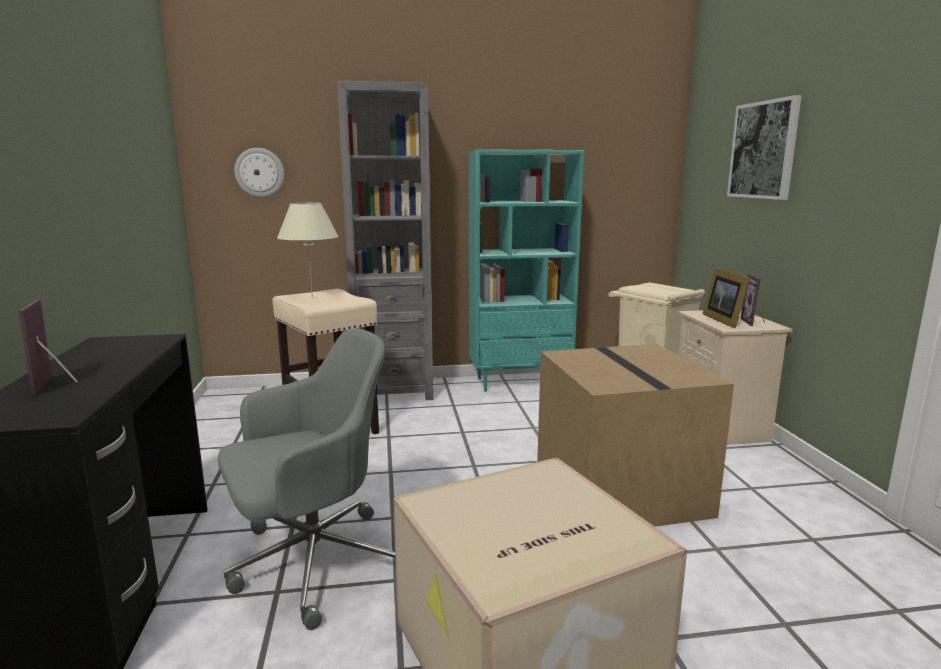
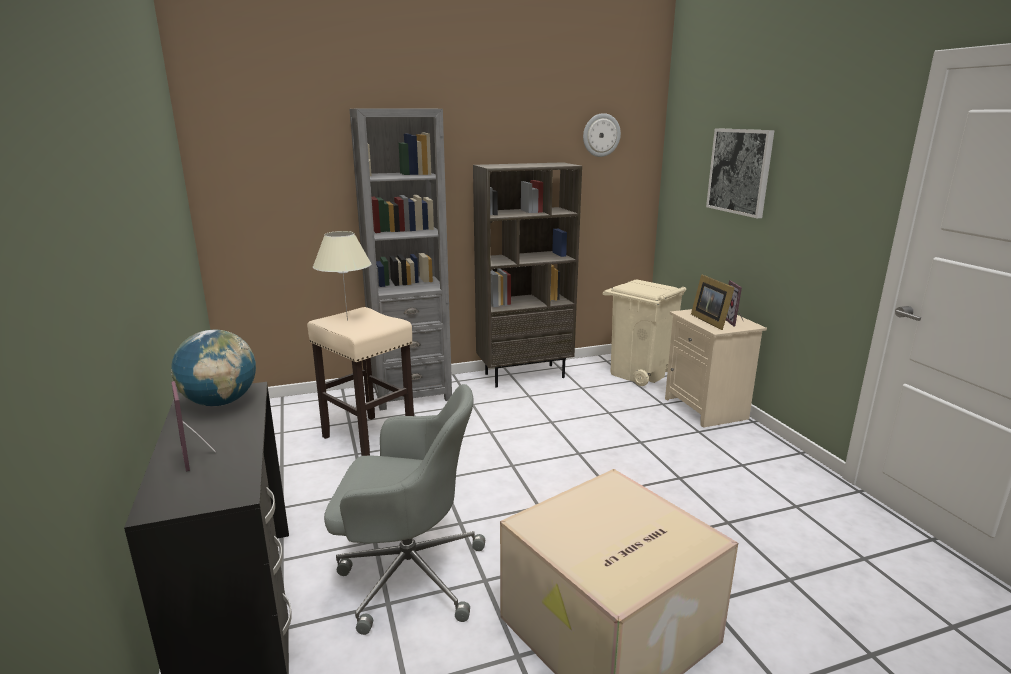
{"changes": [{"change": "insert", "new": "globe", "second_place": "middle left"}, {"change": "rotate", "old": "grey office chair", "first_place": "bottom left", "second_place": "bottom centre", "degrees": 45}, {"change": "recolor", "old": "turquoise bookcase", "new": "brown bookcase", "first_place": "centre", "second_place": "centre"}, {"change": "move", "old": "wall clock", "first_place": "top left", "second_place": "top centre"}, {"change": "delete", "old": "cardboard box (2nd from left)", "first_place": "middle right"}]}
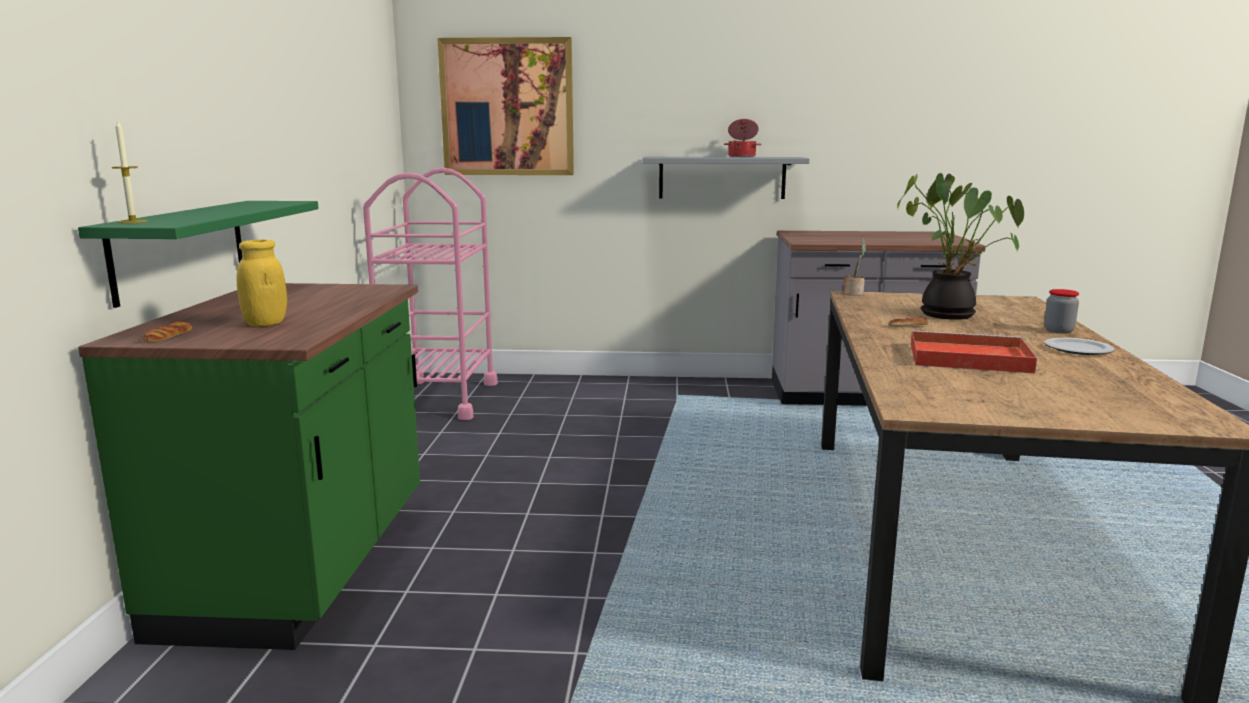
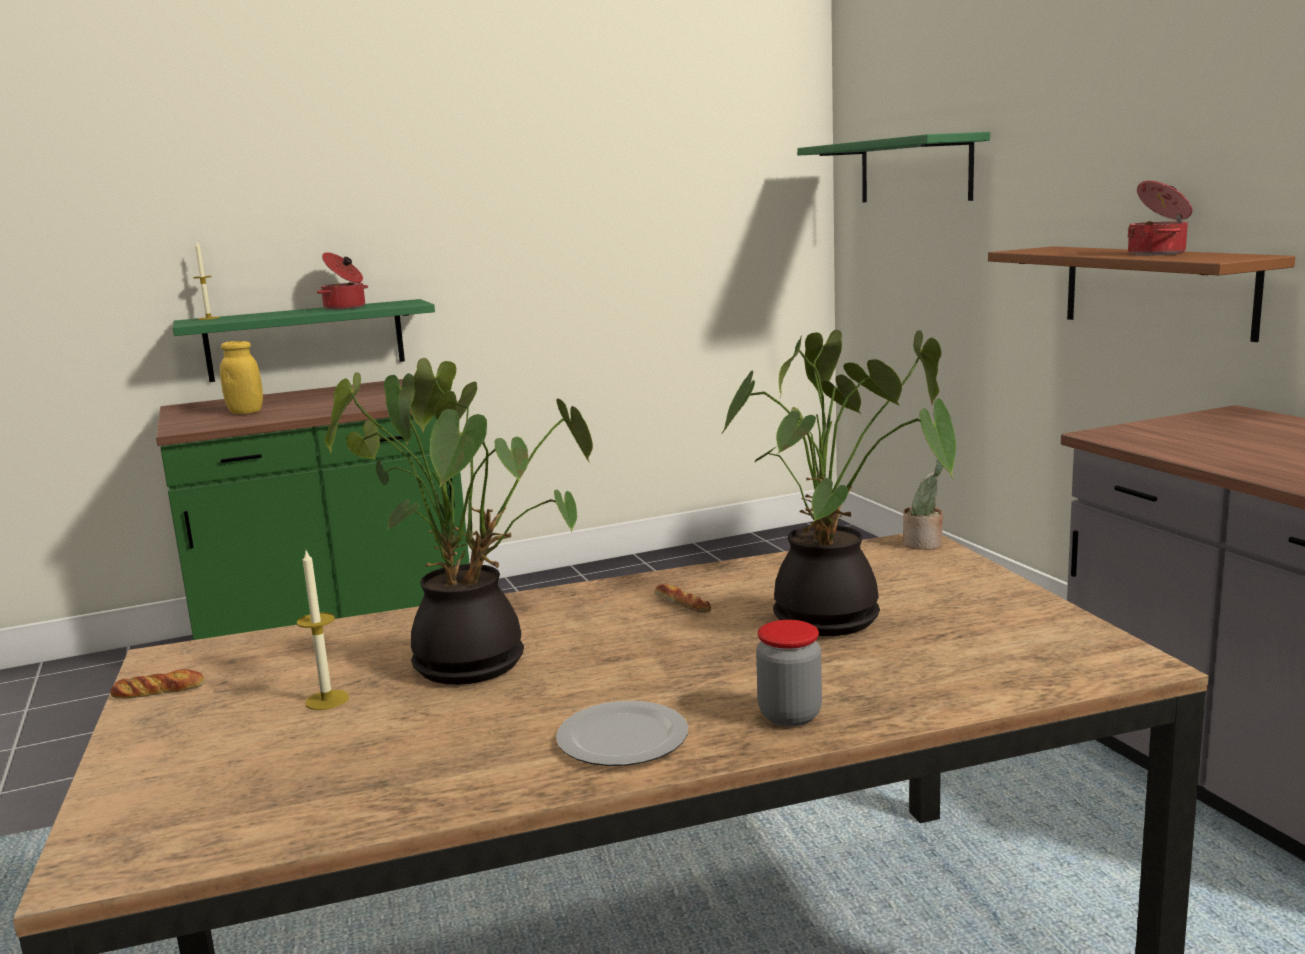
{"changes": [{"change": "move", "old": "bread (1st from left)", "first_place": "middle left", "second_place": "bottom left"}, {"change": "insert", "new": "candle (2nd from left)", "second_place": "middle left"}, {"change": "insert", "new": "cooking pot (1st from left)", "second_place": "top left"}, {"change": "replace", "old": "red tray", "new": "potted plant (1st from left)", "first_place": "middle right", "second_place": "centre"}, {"change": "replace", "old": "picture", "new": "green shelf (2nd from left)", "first_place": "top centre", "second_place": "top right"}, {"change": "recolor", "old": "grey shelf", "new": "brown shelf", "first_place": "top centre", "second_place": "top right"}, {"change": "delete", "old": "pink cart", "first_place": "centre"}]}
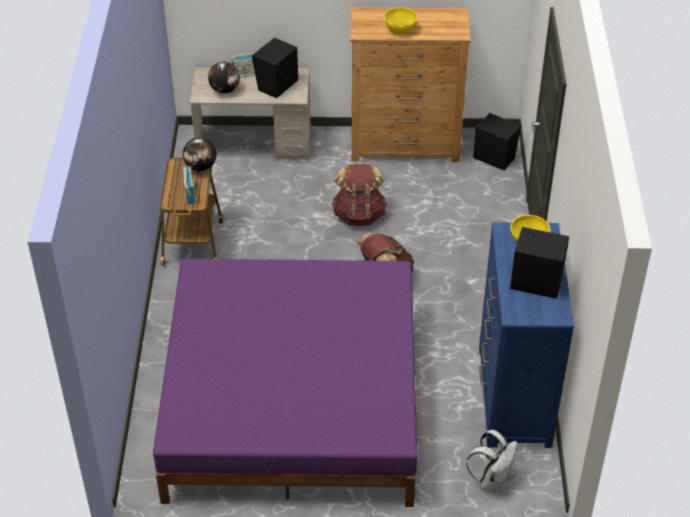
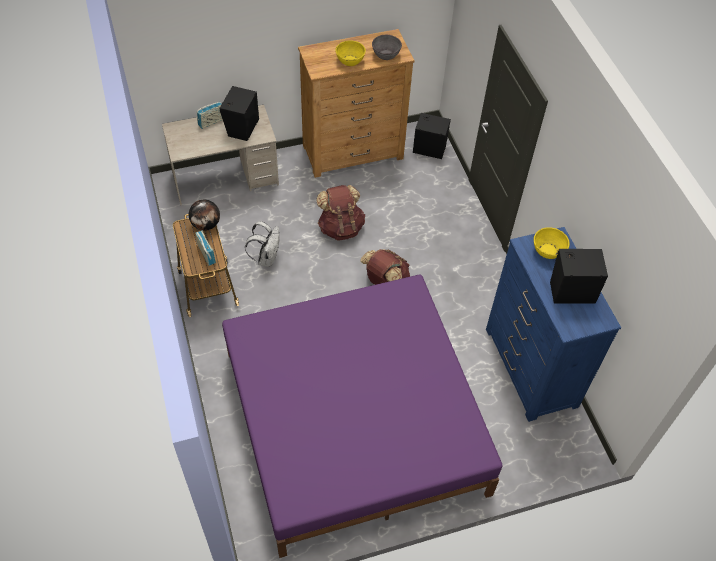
{"changes": [{"change": "move", "old": "white backpack", "first_place": "bottom right", "second_place": "centre"}, {"change": "insert", "new": "grey bowl", "second_place": "top centre"}, {"change": "delete", "old": "globe (2nd from left)", "first_place": "top left"}]}
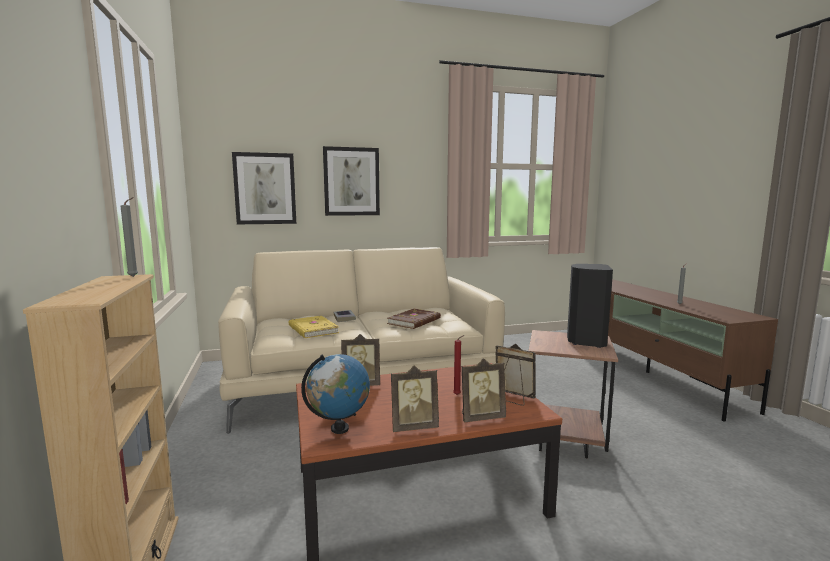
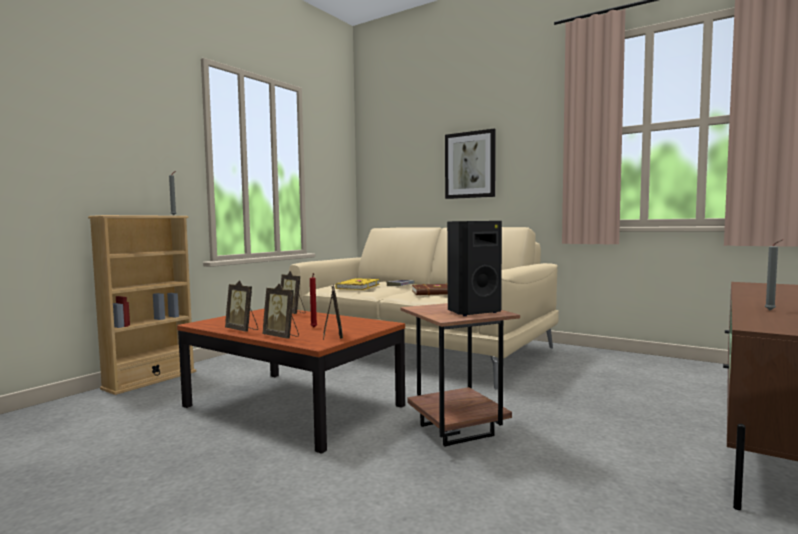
{"changes": [{"change": "delete", "old": "picture (1st from left)", "first_place": "middle left"}, {"change": "delete", "old": "globe", "first_place": "bottom centre"}]}
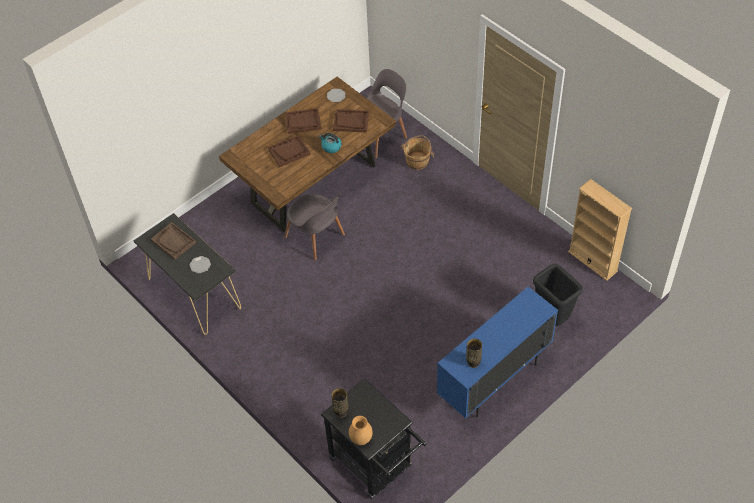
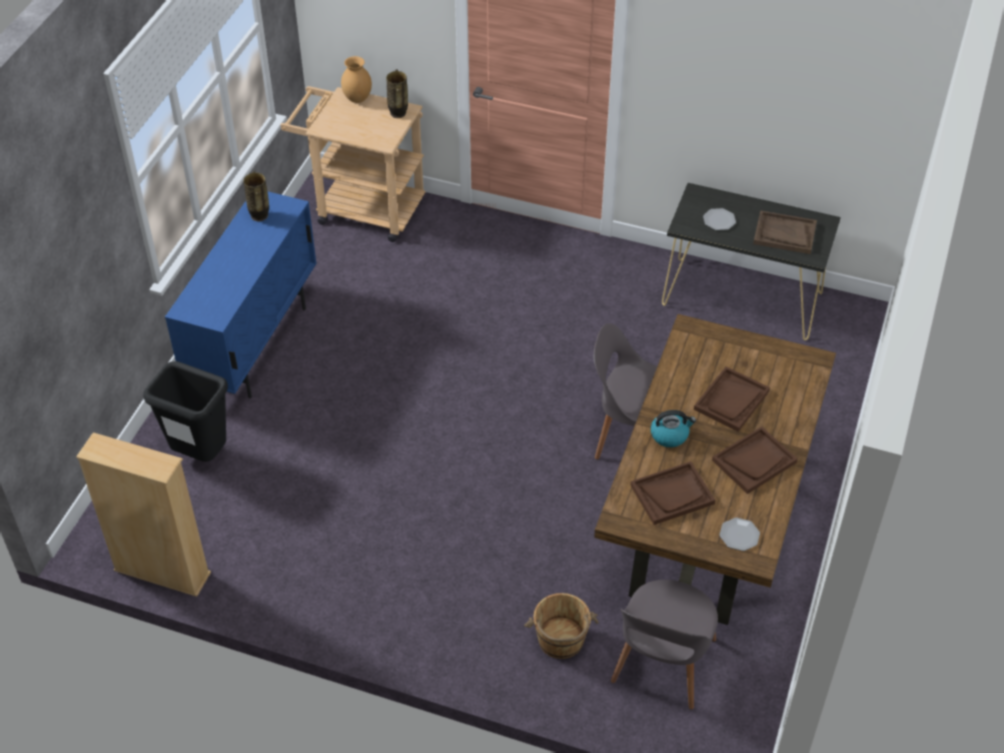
{"changes": [{"change": "recolor", "old": "black cart", "new": "beige cart", "first_place": "bottom centre", "second_place": "top centre"}]}
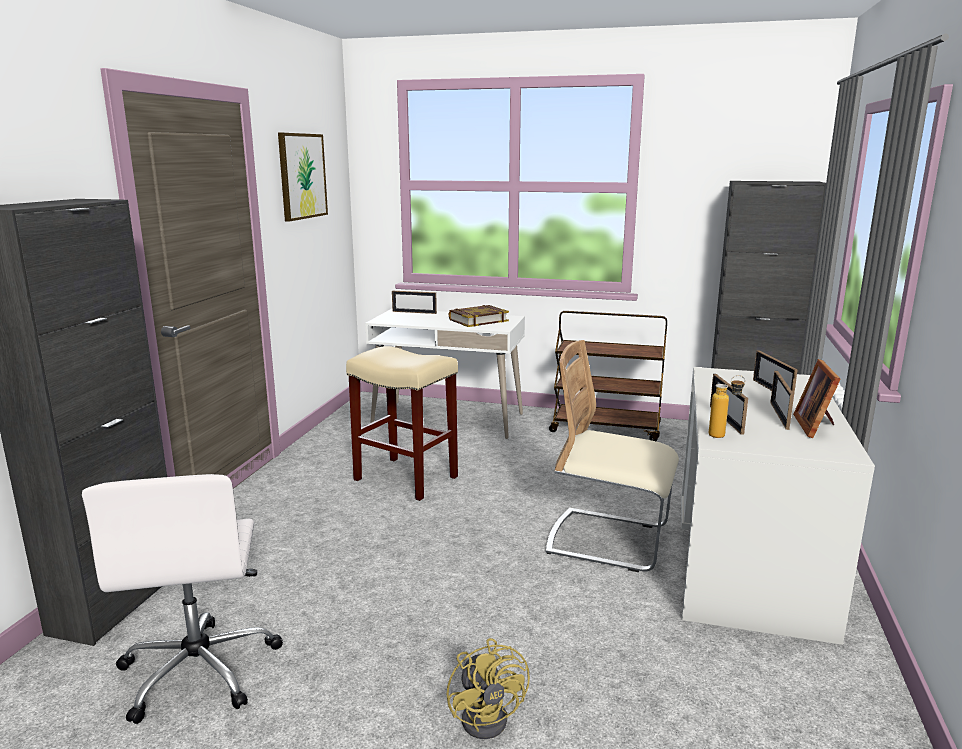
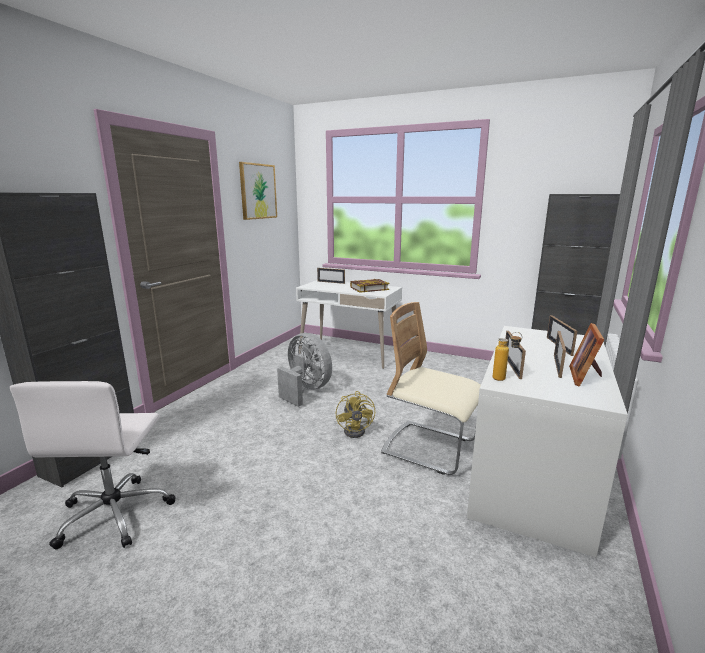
{"changes": [{"change": "replace", "old": "beige stool", "new": "grey fan", "first_place": "centre", "second_place": "centre"}, {"change": "move", "old": "yellow fan", "first_place": "bottom centre", "second_place": "centre"}, {"change": "delete", "old": "brown cart", "first_place": "centre"}]}
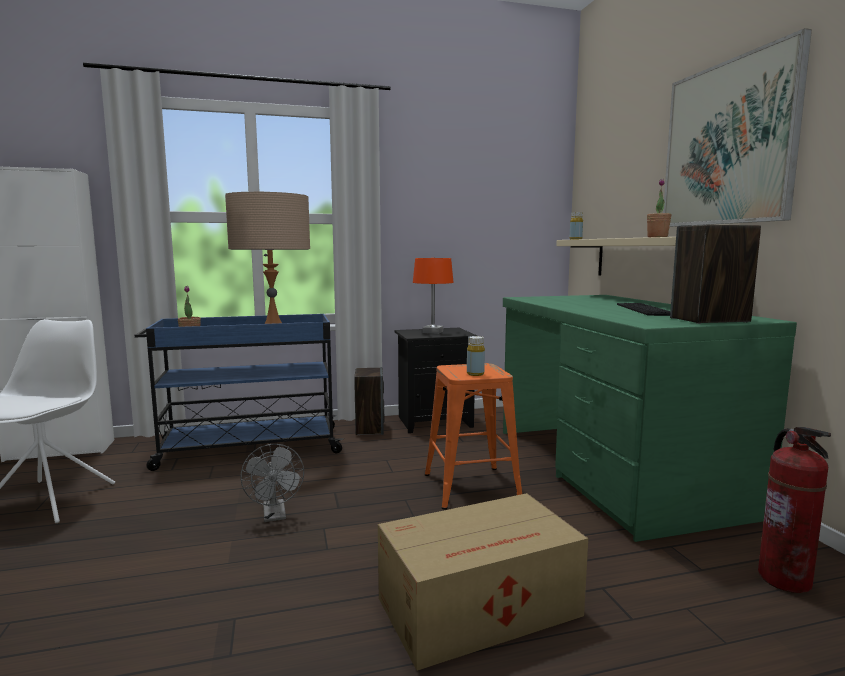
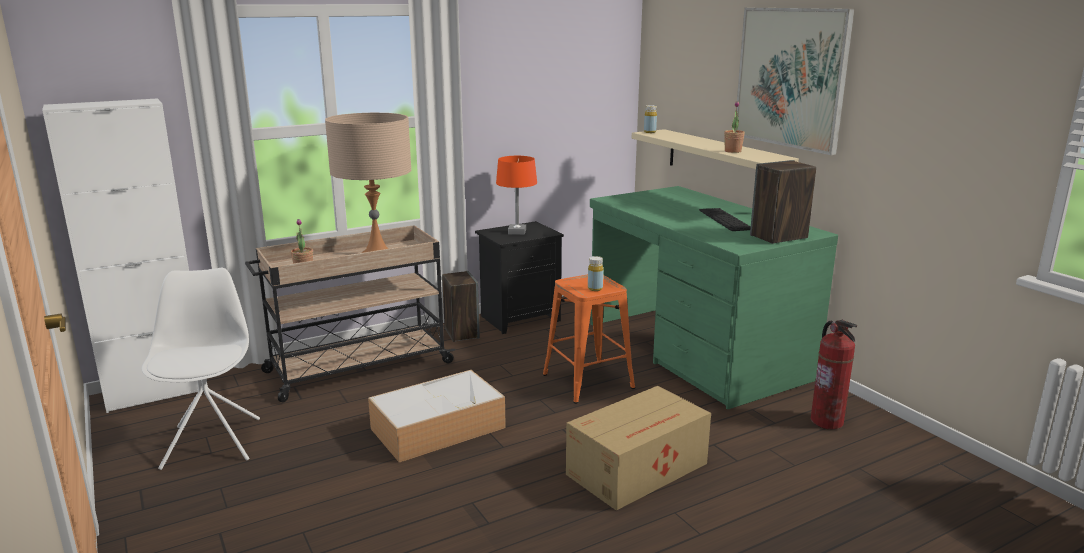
{"changes": [{"change": "recolor", "old": "blue cart", "new": "beige cart", "first_place": "middle left", "second_place": "middle left"}, {"change": "replace", "old": "grey fan", "new": "storage box", "first_place": "bottom left", "second_place": "bottom centre"}]}
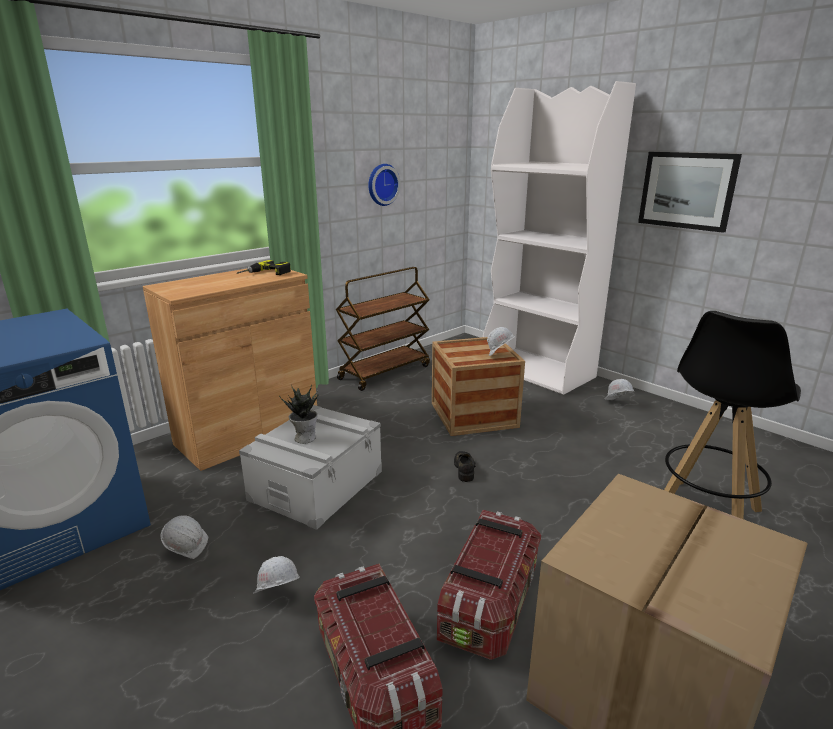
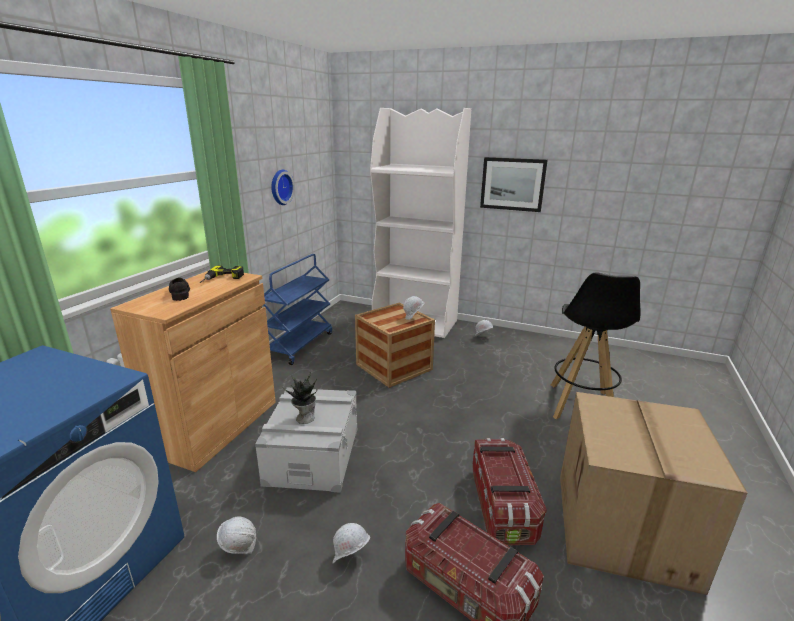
{"changes": [{"change": "move", "old": "black shoe", "first_place": "centre", "second_place": "middle left"}, {"change": "recolor", "old": "brown cart", "new": "blue cart", "first_place": "centre", "second_place": "centre"}]}
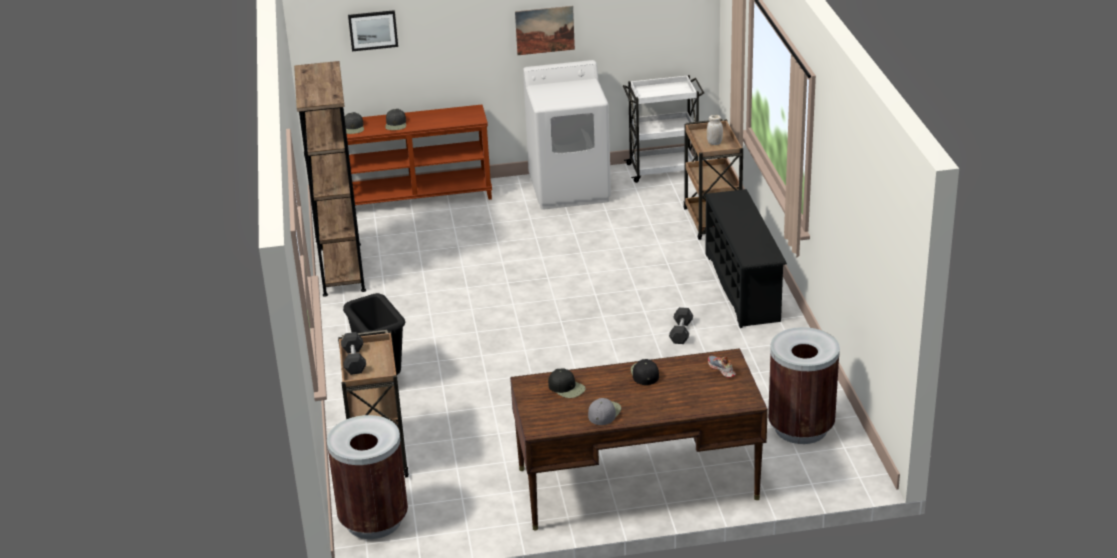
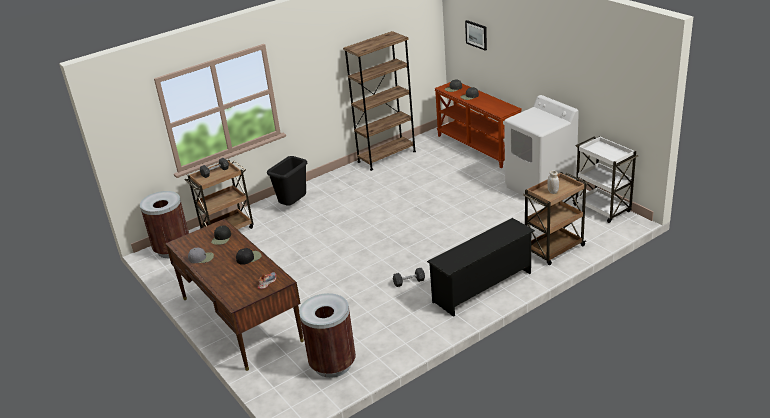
{"changes": [{"change": "delete", "old": "picture (2nd from left)", "first_place": "top centre"}]}
